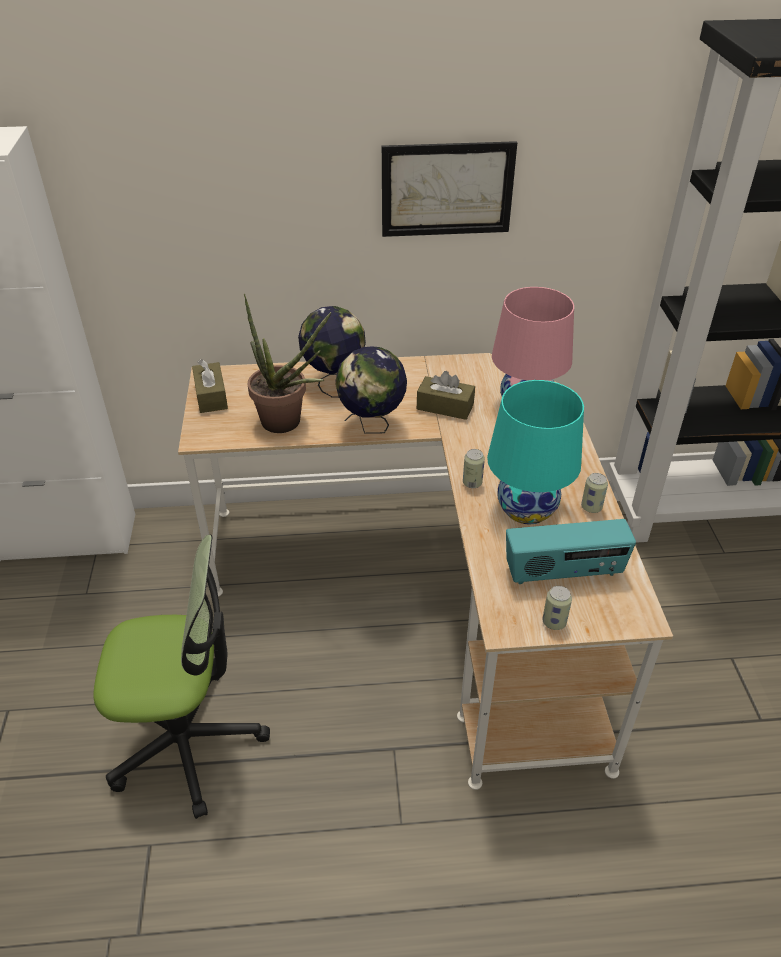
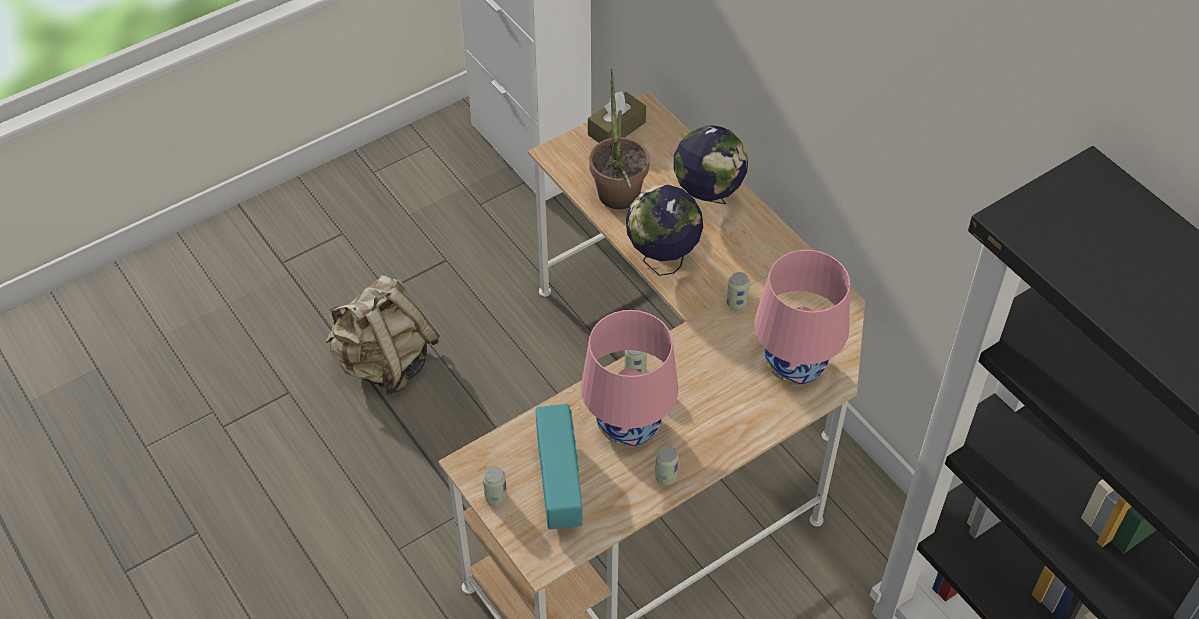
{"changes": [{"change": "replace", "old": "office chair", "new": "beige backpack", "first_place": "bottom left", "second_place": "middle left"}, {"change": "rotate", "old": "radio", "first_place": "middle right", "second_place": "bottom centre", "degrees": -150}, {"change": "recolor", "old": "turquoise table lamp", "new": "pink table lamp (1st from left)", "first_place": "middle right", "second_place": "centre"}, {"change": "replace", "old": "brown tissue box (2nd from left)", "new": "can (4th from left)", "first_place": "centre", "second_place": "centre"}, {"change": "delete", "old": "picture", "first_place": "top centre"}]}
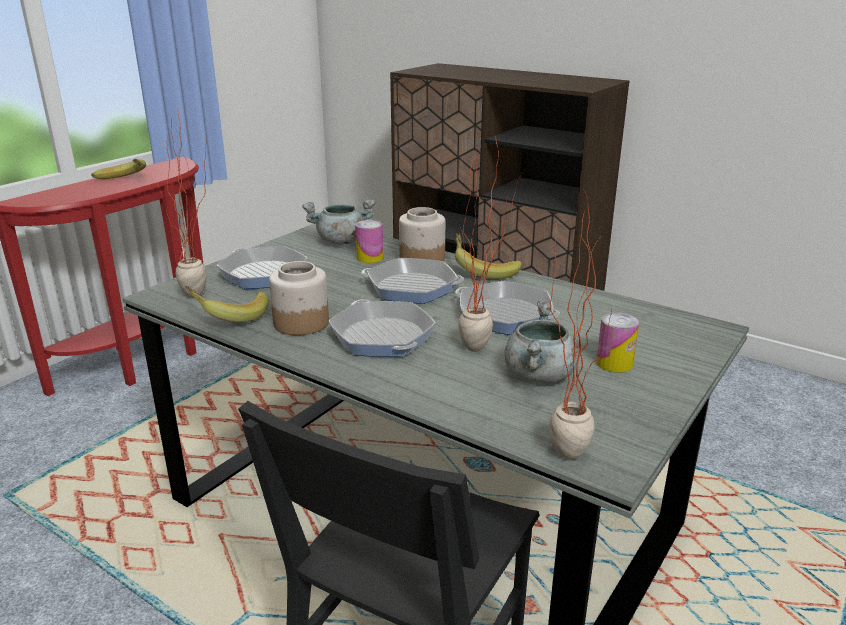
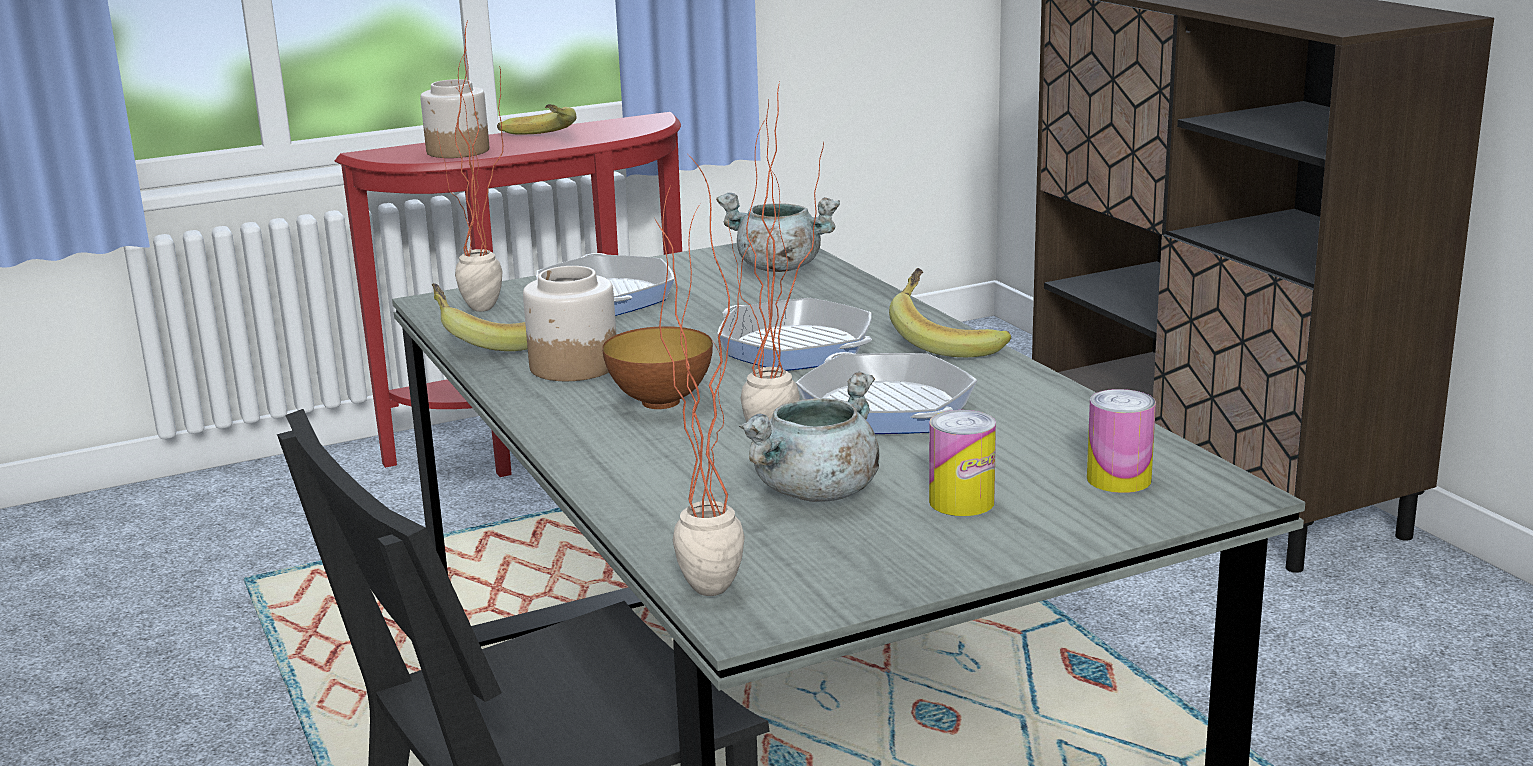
{"changes": [{"change": "move", "old": "jar (2nd from left in the first image)", "new": "jar (1st from left)", "first_place": "centre", "second_place": "top left"}, {"change": "replace", "old": "frying pan (2nd from left)", "new": "bowl", "first_place": "centre", "second_place": "centre"}, {"change": "move", "old": "can (1st from left in the first image)", "new": "can (2nd from left)", "first_place": "centre", "second_place": "middle right"}]}
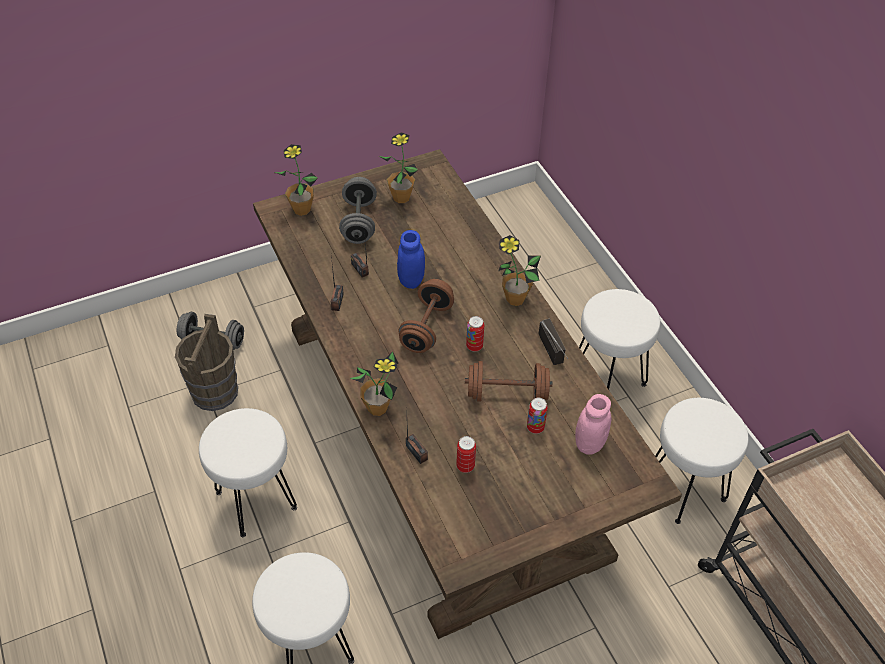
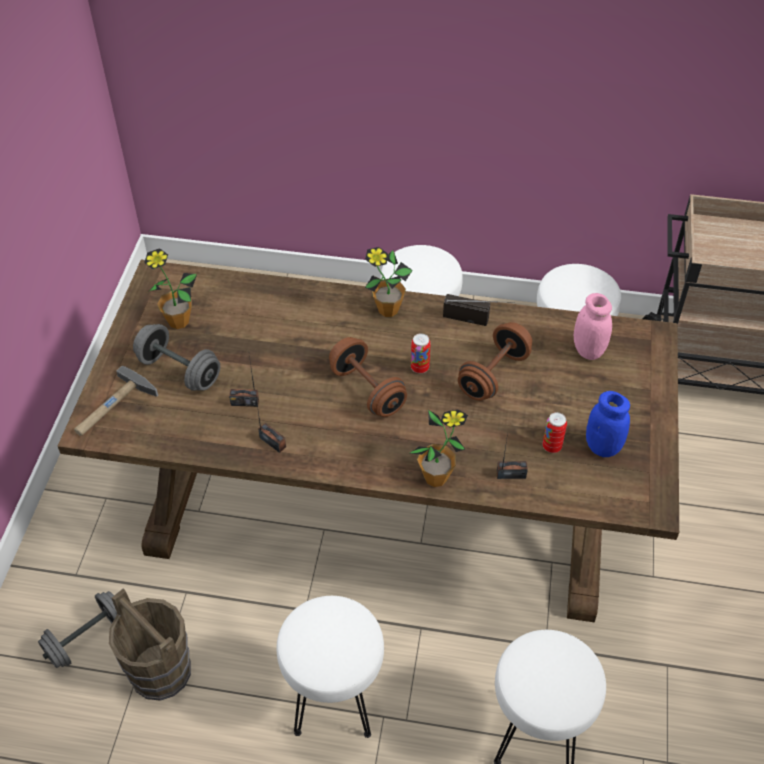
{"changes": [{"change": "replace", "old": "potted plant (1st from left)", "new": "hammer", "first_place": "top centre", "second_place": "middle left"}, {"change": "move", "old": "blue jar", "first_place": "centre", "second_place": "middle right"}, {"change": "delete", "old": "can (3rd from left)", "first_place": "centre"}]}
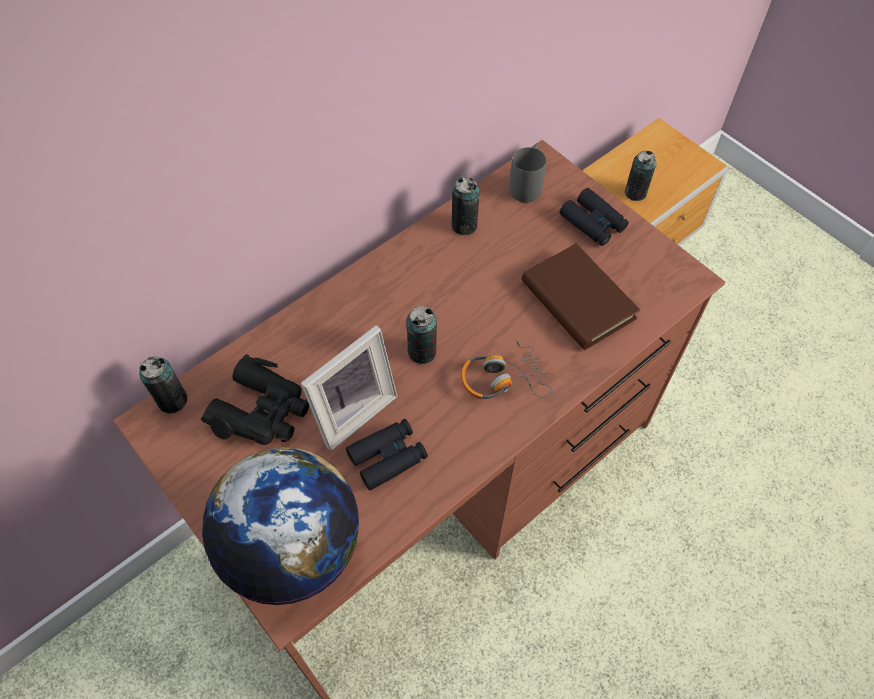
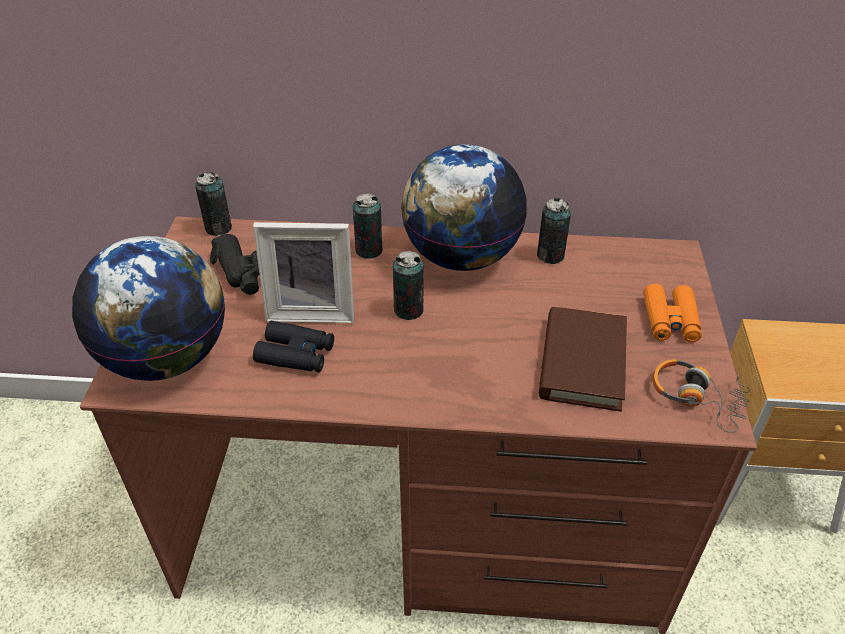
{"changes": [{"change": "move", "old": "can (4th from left in the first image)", "new": "can (2nd from left)", "first_place": "top right", "second_place": "centre"}, {"change": "insert", "new": "globe (2nd from left)", "second_place": "top centre"}, {"change": "recolor", "old": "black binoculars (3rd from left)", "new": "orange binoculars", "first_place": "top right", "second_place": "middle right"}, {"change": "move", "old": "headphones", "first_place": "centre", "second_place": "middle right"}, {"change": "delete", "old": "grey mug", "first_place": "top centre"}]}
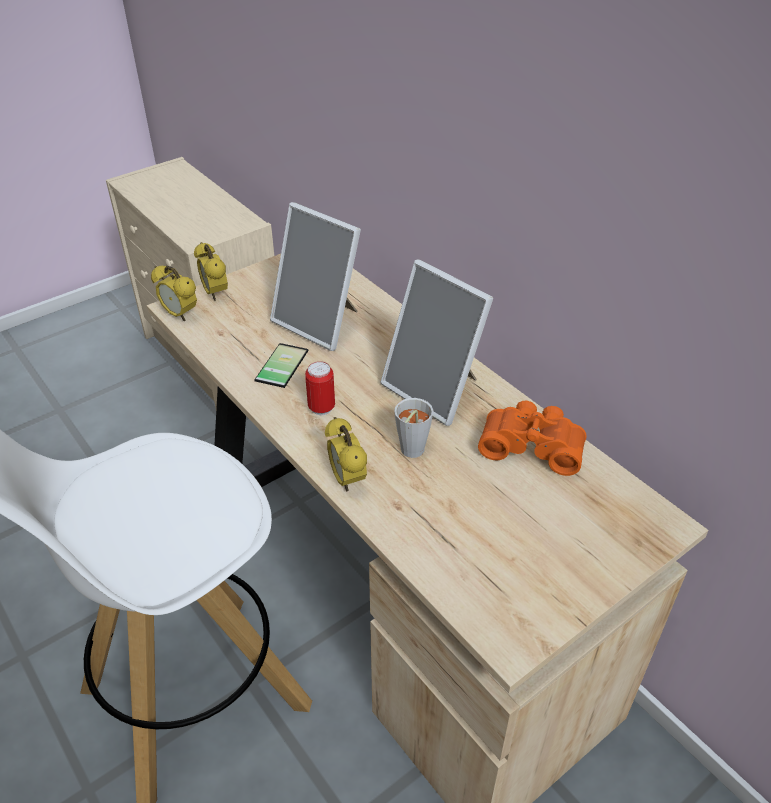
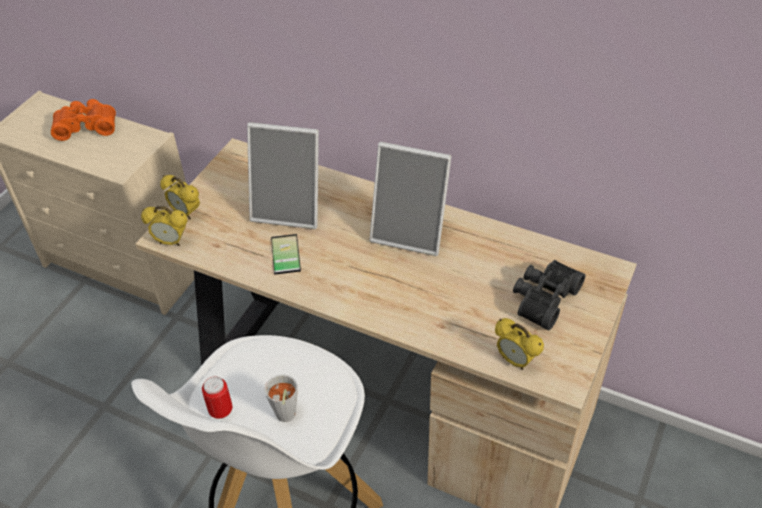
{"changes": [{"change": "move", "old": "orange binoculars", "first_place": "middle right", "second_place": "top left"}, {"change": "move", "old": "can", "first_place": "centre", "second_place": "bottom left"}, {"change": "move", "old": "grey cup", "first_place": "centre", "second_place": "bottom centre"}, {"change": "move", "old": "alarm clock (3rd from left)", "first_place": "centre", "second_place": "bottom right"}, {"change": "insert", "new": "black binoculars", "second_place": "middle right"}]}
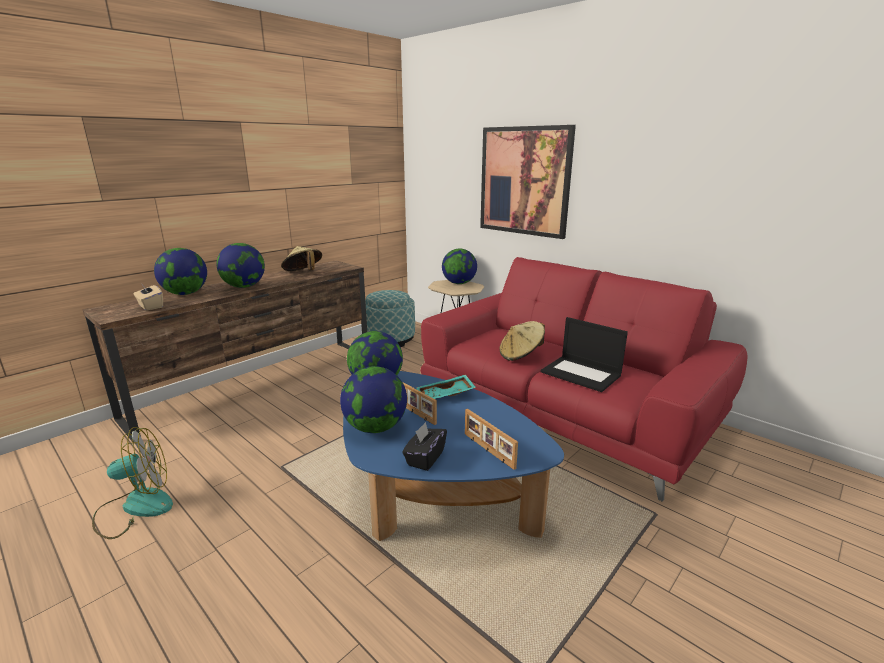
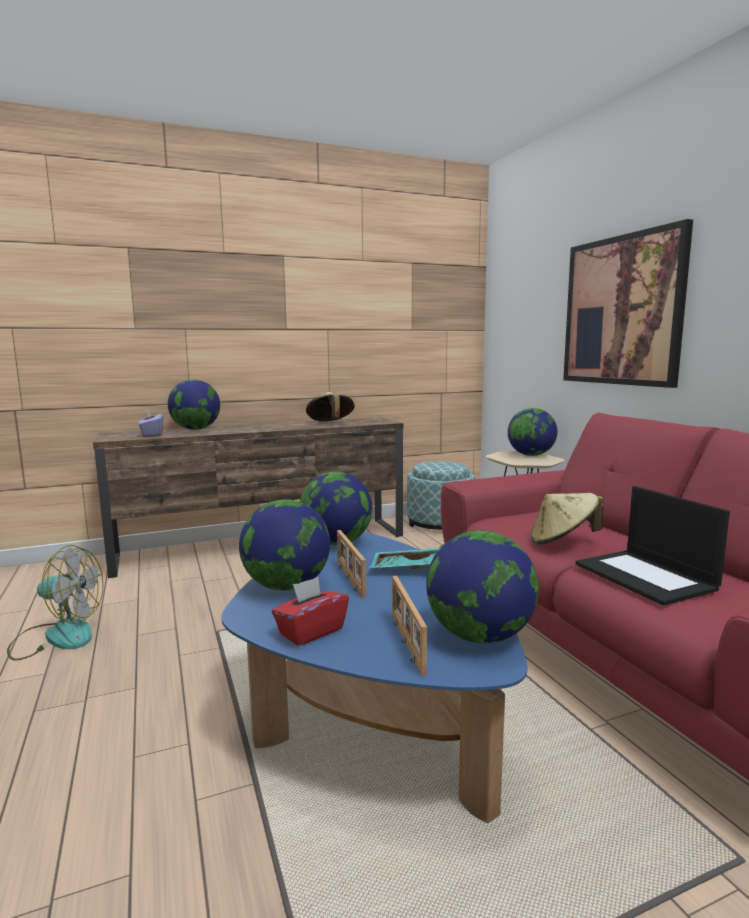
{"changes": [{"change": "recolor", "old": "beige tissue box", "new": "purple tissue box", "first_place": "middle left", "second_place": "middle left"}, {"change": "recolor", "old": "black tissue box", "new": "red tissue box", "first_place": "bottom centre", "second_place": "centre"}, {"change": "move", "old": "globe (2nd from left in the first image)", "new": "globe (4th from left)", "first_place": "middle left", "second_place": "centre"}]}
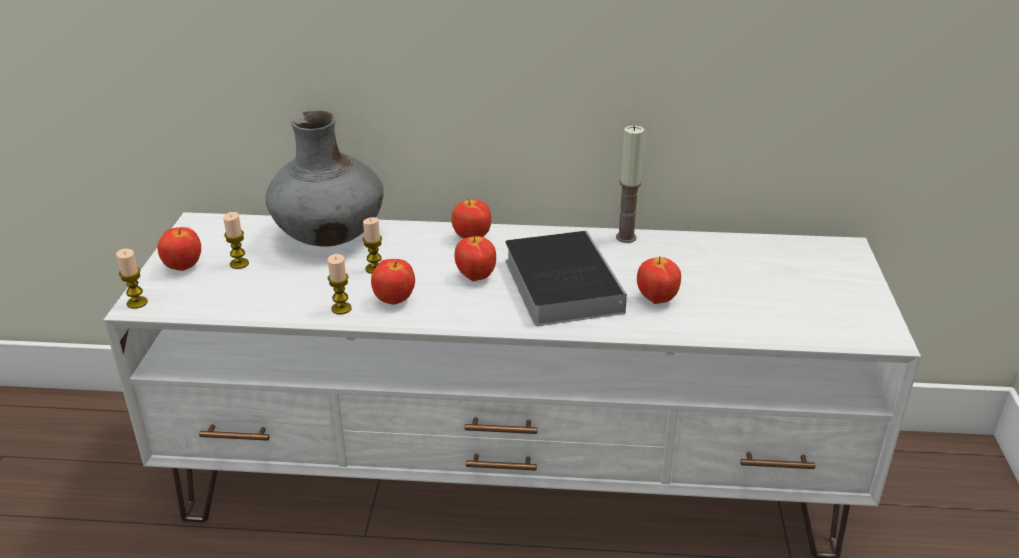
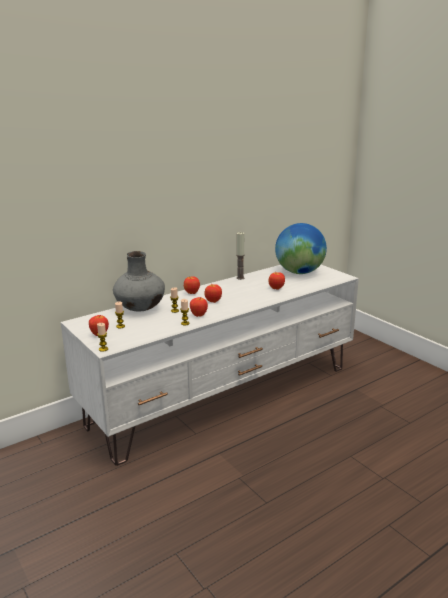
{"changes": [{"change": "insert", "new": "globe", "second_place": "middle right"}, {"change": "delete", "old": "book", "first_place": "centre"}]}
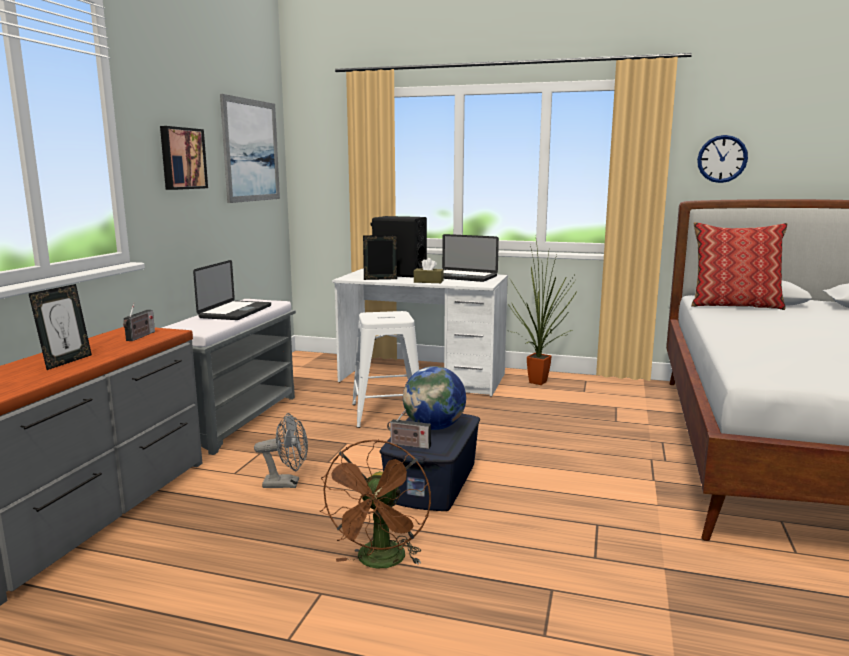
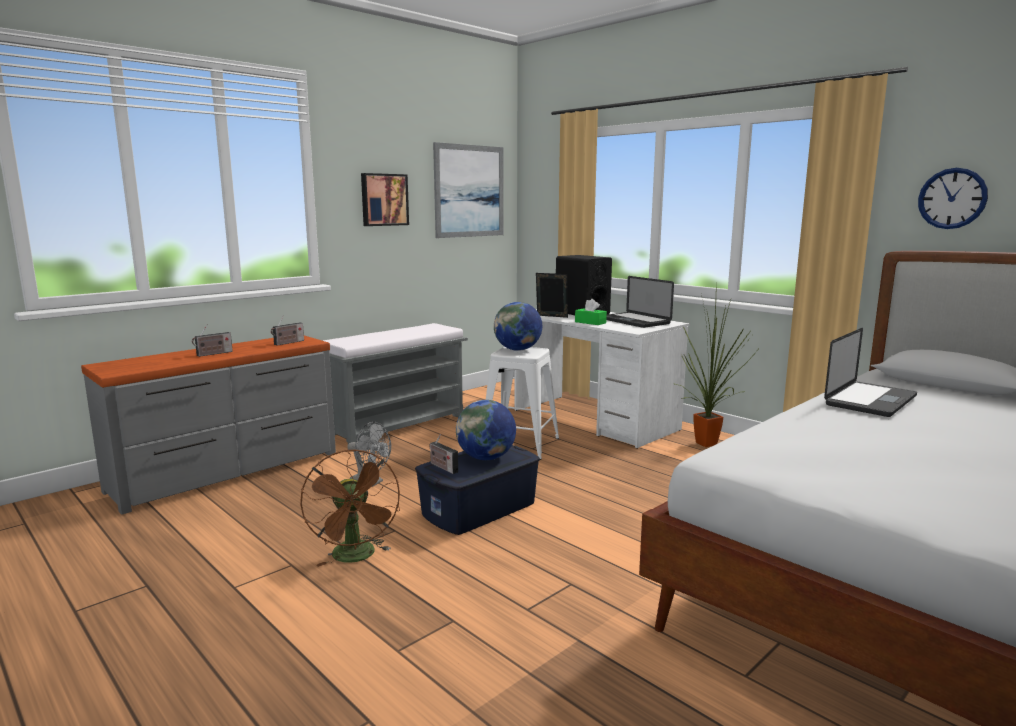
{"changes": [{"change": "replace", "old": "picture frame (1st from left)", "new": "radio (1st from left)", "first_place": "middle left", "second_place": "middle left"}, {"change": "rotate", "old": "brown fan", "first_place": "bottom centre", "second_place": "bottom centre", "degrees": -60}, {"change": "insert", "new": "globe (2nd from left)", "second_place": "centre"}, {"change": "recolor", "old": "brown tissue box", "new": "green tissue box", "first_place": "centre", "second_place": "centre"}, {"change": "move", "old": "laptop (1st from left in the first image)", "new": "laptop (2nd from left)", "first_place": "middle left", "second_place": "middle right"}, {"change": "delete", "old": "pillow", "first_place": "middle right"}]}
